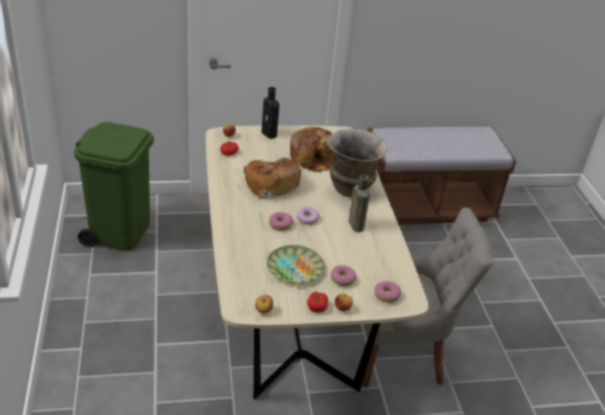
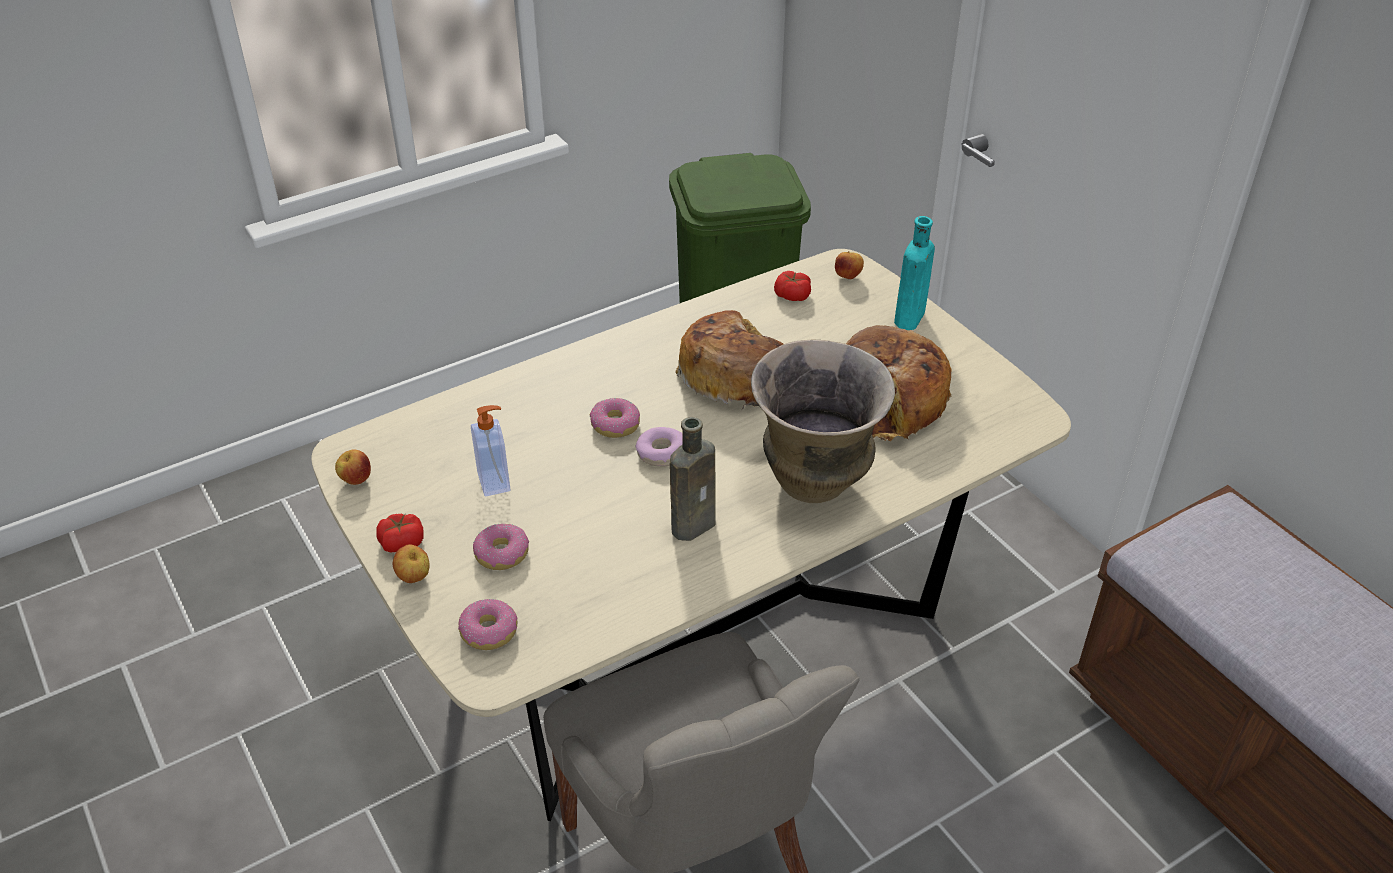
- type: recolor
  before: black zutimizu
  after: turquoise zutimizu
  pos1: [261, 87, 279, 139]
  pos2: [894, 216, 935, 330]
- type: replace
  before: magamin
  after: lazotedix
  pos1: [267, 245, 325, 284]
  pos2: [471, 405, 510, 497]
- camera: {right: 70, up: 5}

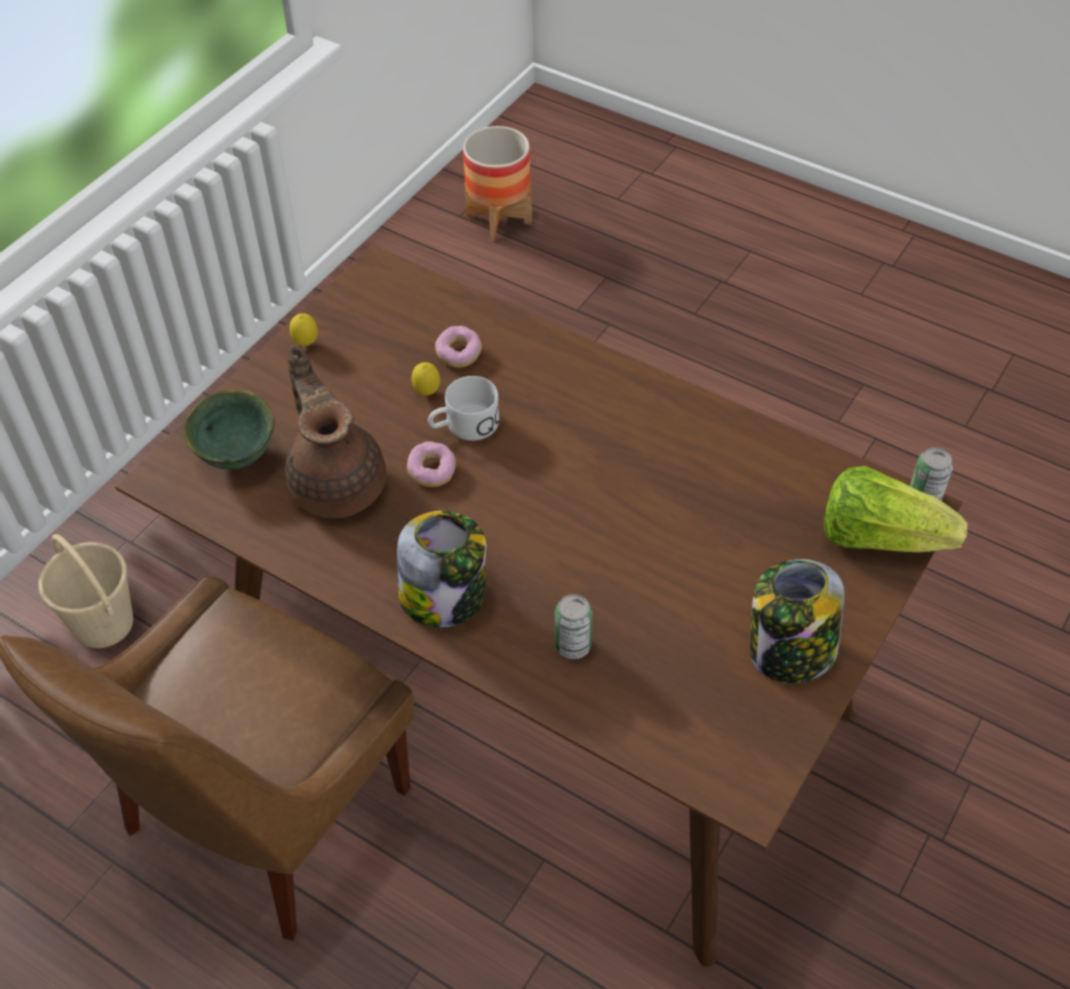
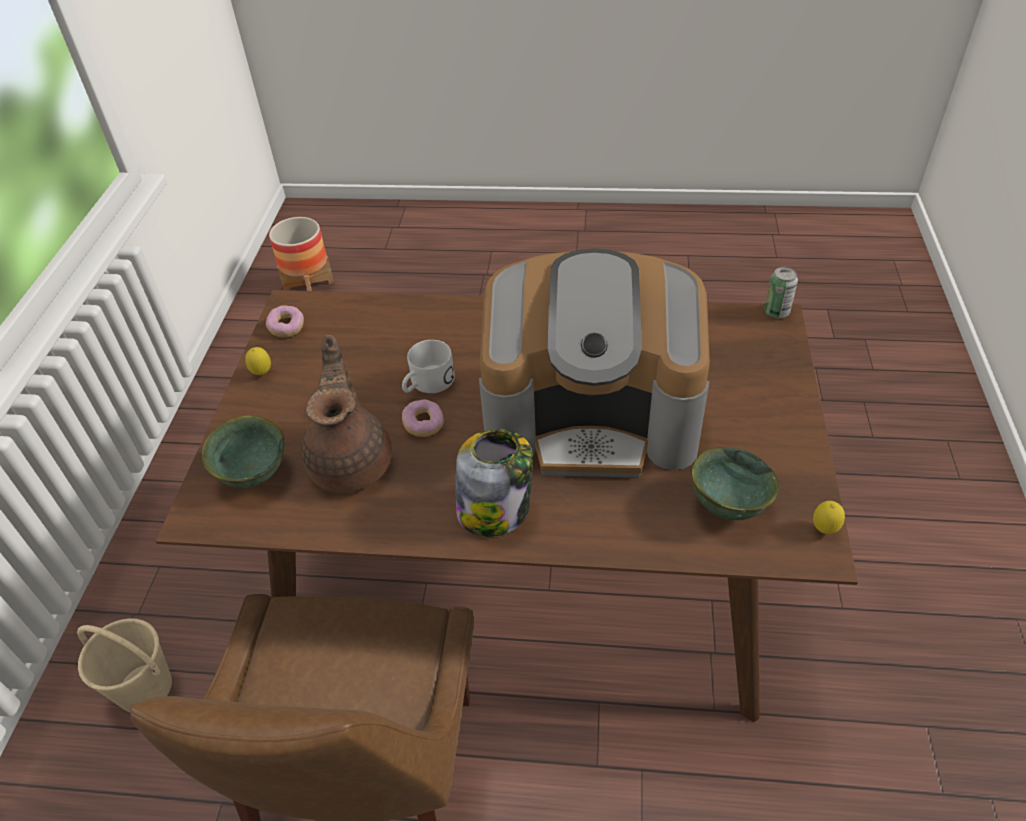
- type: rotate
  before: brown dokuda
  pos1: [285, 345, 386, 518]
  pos2: [301, 335, 392, 493]
  turn: 45
- type: move
  before: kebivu
  pos1: [412, 362, 440, 396]
  pos2: [813, 501, 845, 534]
- type: move
  before: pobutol
  pos1: [435, 326, 482, 368]
  pos2: [266, 305, 304, 338]
- type: delete
  before: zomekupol
  pos1: [555, 594, 593, 659]
- type: delete
  before: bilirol
  pos1: [750, 559, 845, 683]
- type: delete
  before: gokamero
  pos1: [824, 466, 968, 552]
- type: insert
  after: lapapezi
  pos2: [479, 248, 710, 477]
- type: insert
  after: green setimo
  pos2: [691, 447, 779, 520]
- camera: {right: -25, up: -5}

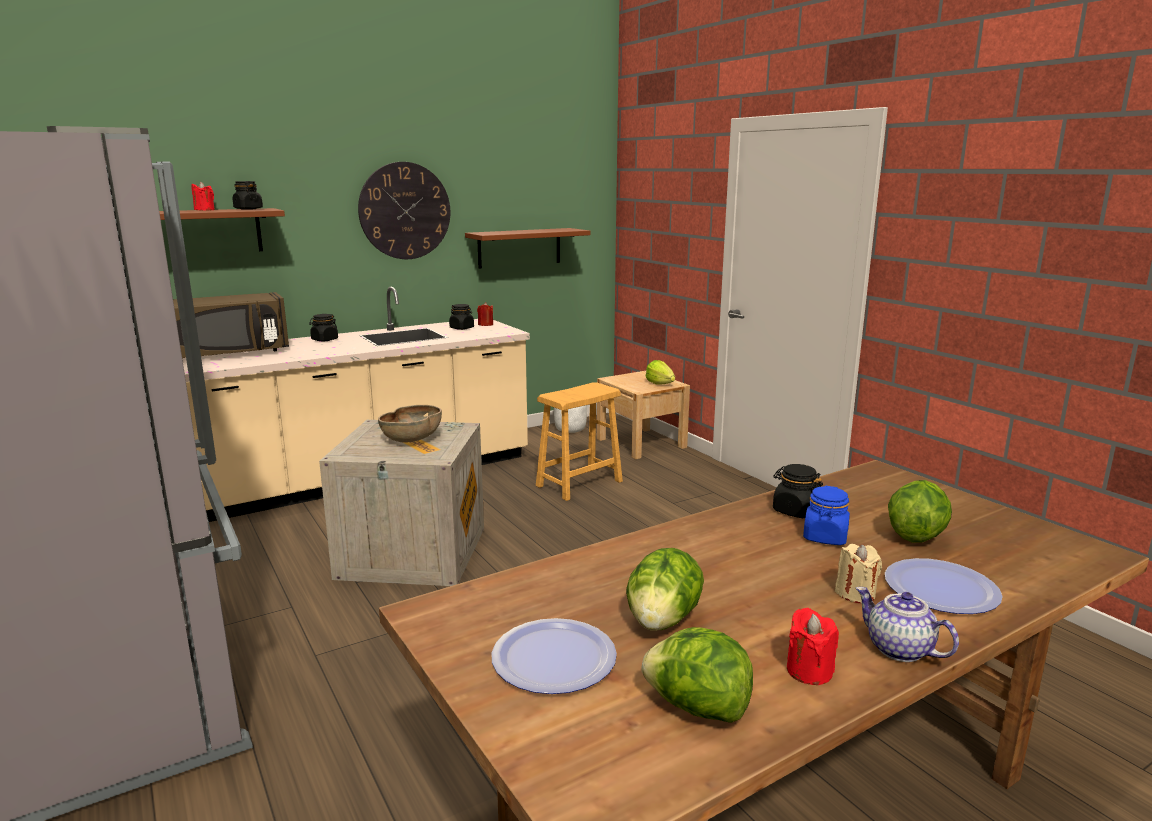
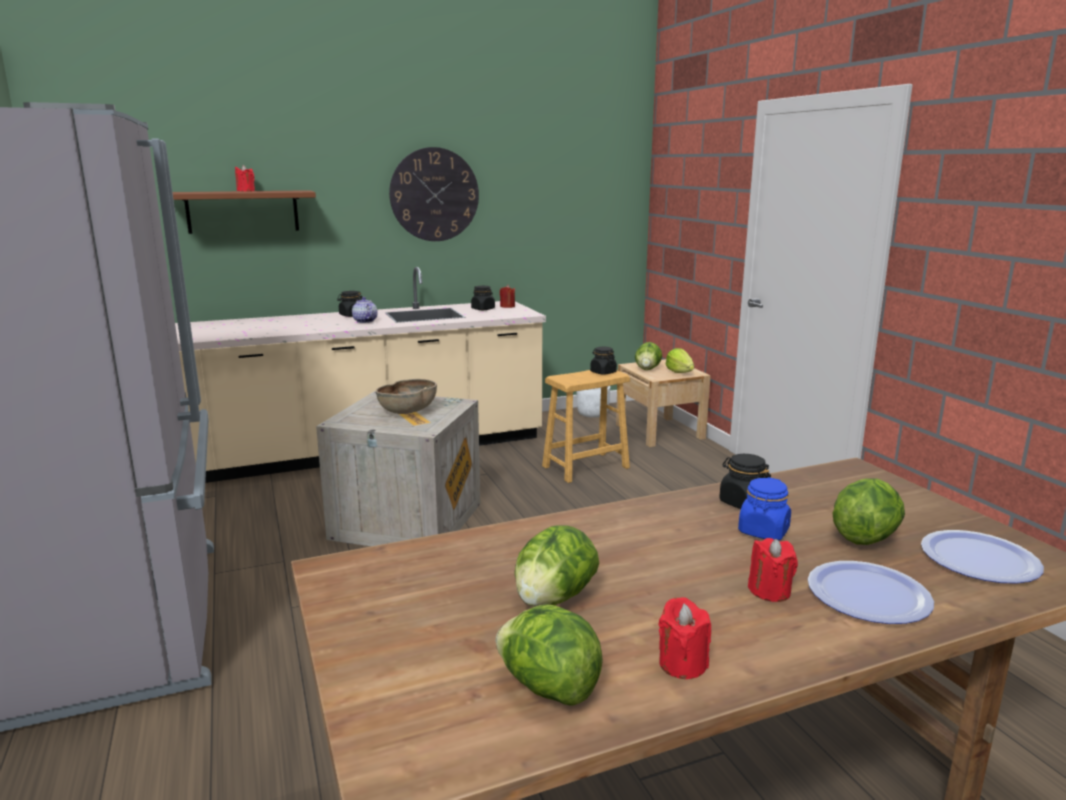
- type: delete
  before: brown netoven
  pos1: [173, 292, 289, 358]
- type: move
  before: black bilirol
  pos1: [233, 181, 263, 210]
  pos2: [590, 347, 617, 375]
- type: delete
  before: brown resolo
  pos1: [465, 228, 590, 269]
- type: move
  before: magamin
  pos1: [492, 618, 617, 694]
  pos2: [921, 530, 1044, 584]
- type: recolor
  before: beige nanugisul
  after: red nanugisul
  pos1: [835, 544, 882, 603]
  pos2: [748, 538, 798, 602]
- type: move
  before: dokuda
  pos1: [856, 587, 959, 662]
  pos2: [352, 297, 378, 323]
- type: insert
  after: gokamero
  pos2: [635, 342, 662, 370]
- camera: {right: 10, up: 0}

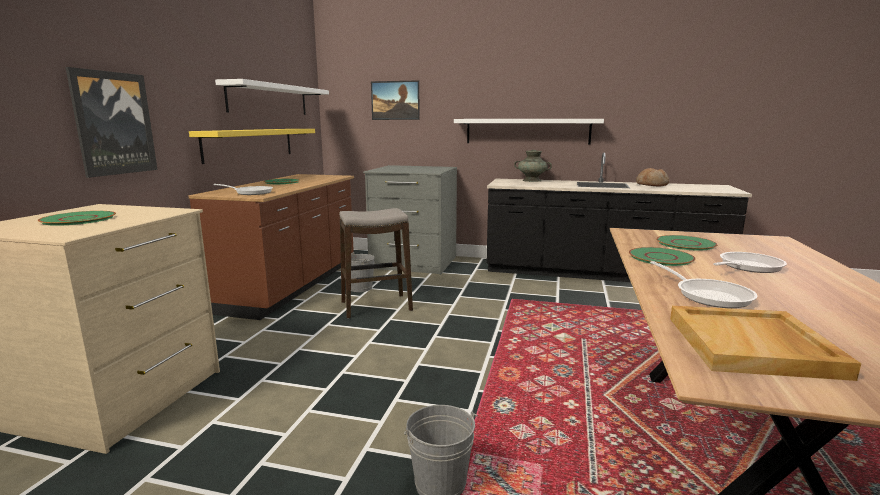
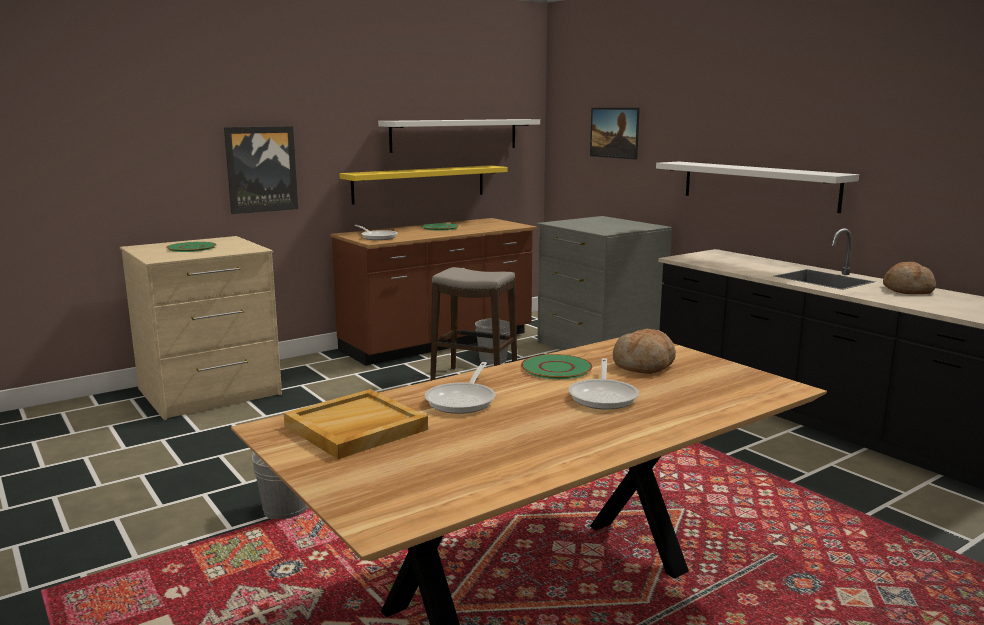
- type: delete
  before: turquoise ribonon
  pos1: [514, 150, 552, 182]
- type: replace
  before: green magamin
  after: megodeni
  pos1: [656, 235, 717, 251]
  pos2: [613, 329, 676, 374]
- type: rotate
  before: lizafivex
  pos1: [713, 252, 787, 273]
  pos2: [568, 358, 639, 410]
  turn: 90
- camera: {right: 40, up: 0}

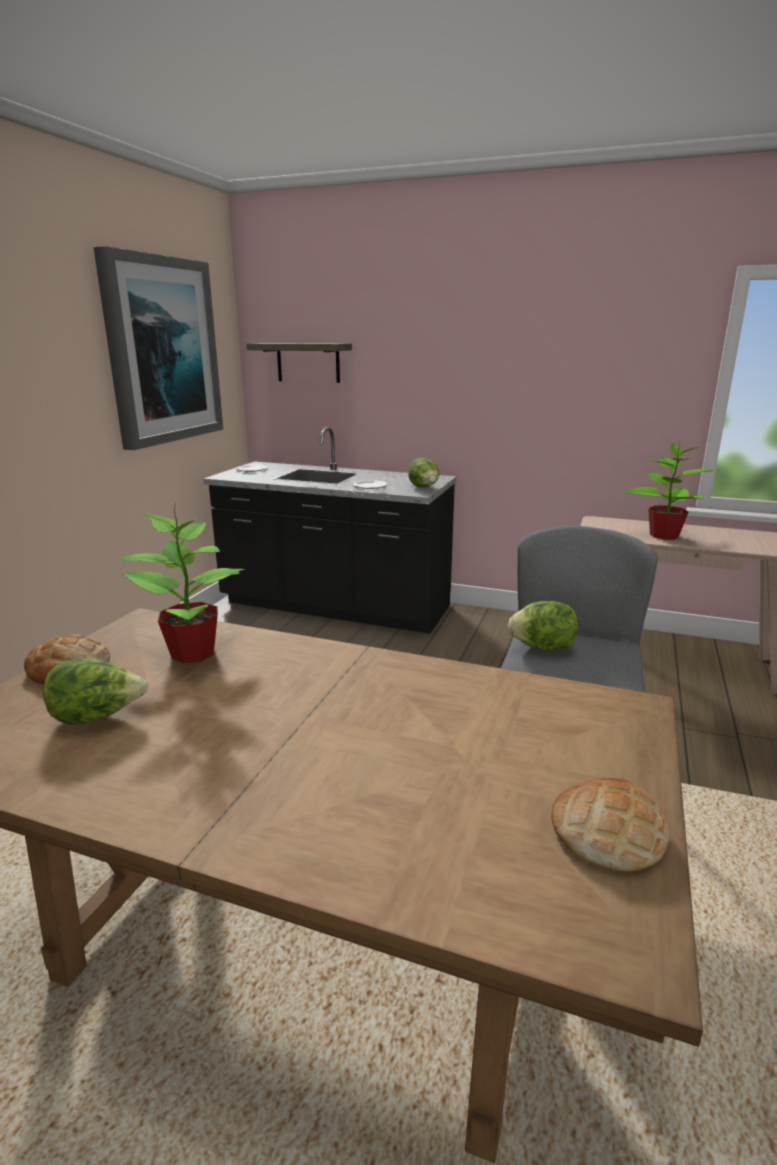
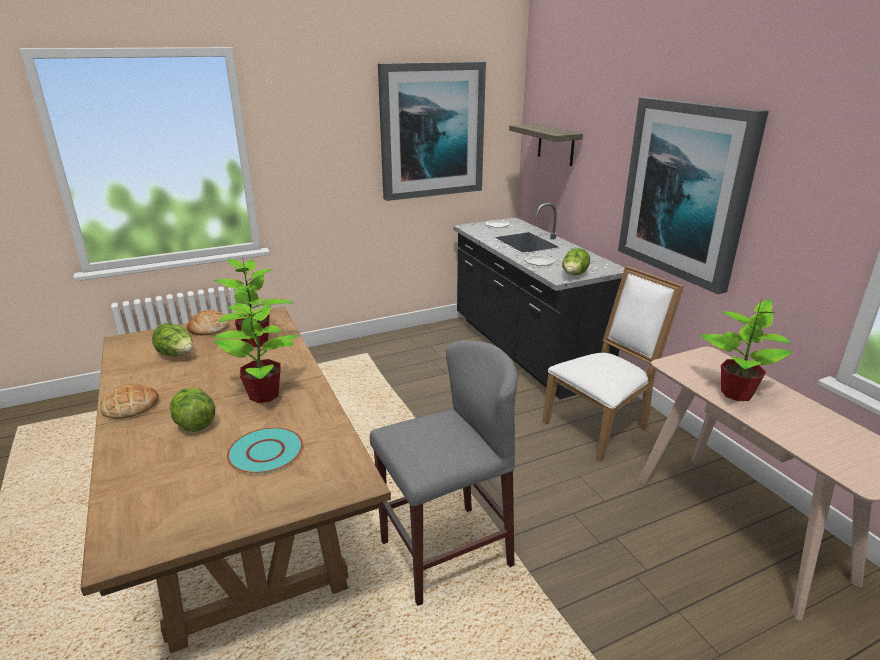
- type: move
  before: gokamero
  pos1: [508, 601, 578, 651]
  pos2: [170, 387, 215, 432]
- type: move
  before: megodeni
  pos1: [551, 777, 670, 872]
  pos2: [100, 384, 159, 419]
- type: insert
  after: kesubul
  pos2: [213, 298, 299, 403]
- type: insert
  after: turquoise magamin
  pos2: [227, 427, 303, 474]
- type: insert
  after: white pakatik
  pos2: [542, 266, 684, 461]
- type: insert
  after: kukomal
  pos2: [618, 97, 769, 294]
- camera: {right: 45, up: 5}

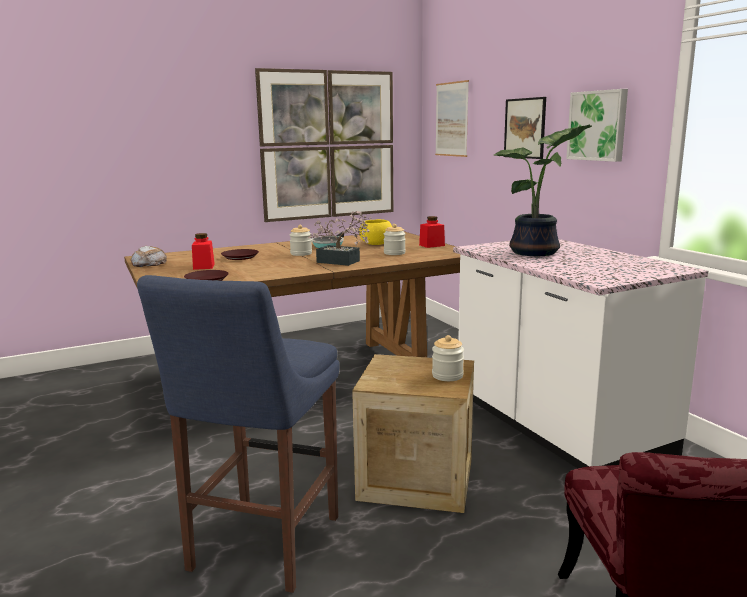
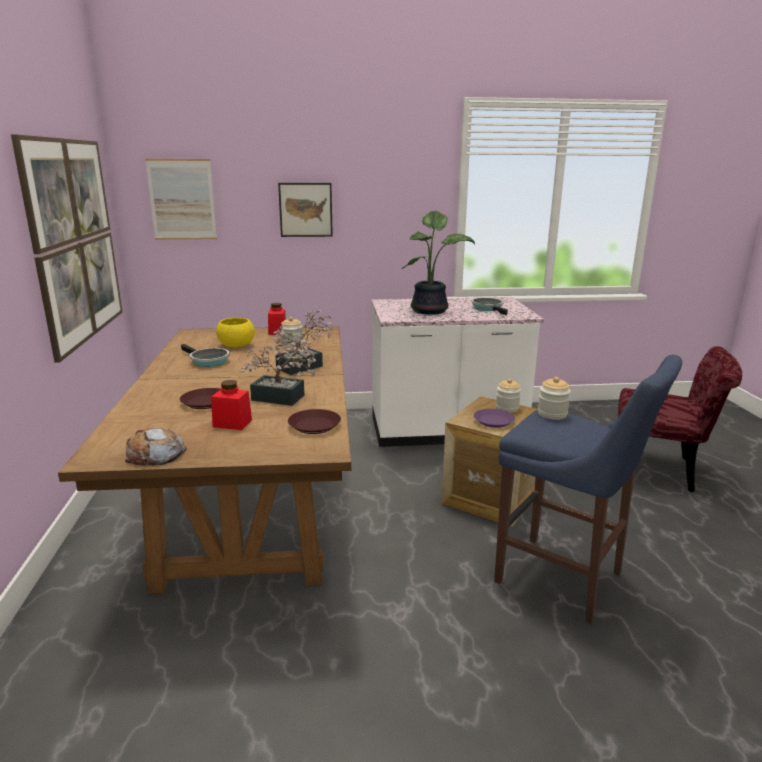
- type: move
  before: bilirol
  pos1: [290, 225, 312, 256]
  pos2: [538, 377, 571, 420]
- type: delete
  before: kukomal
  pos1: [566, 89, 628, 162]
- type: insert
  after: kesubul
  pos2: [239, 339, 318, 406]
- type: insert
  after: lizafivex
  pos2: [471, 298, 508, 315]
- type: insert
  after: purple magamin
  pos2: [474, 409, 515, 428]
- camera: {right: -70, up: 5}

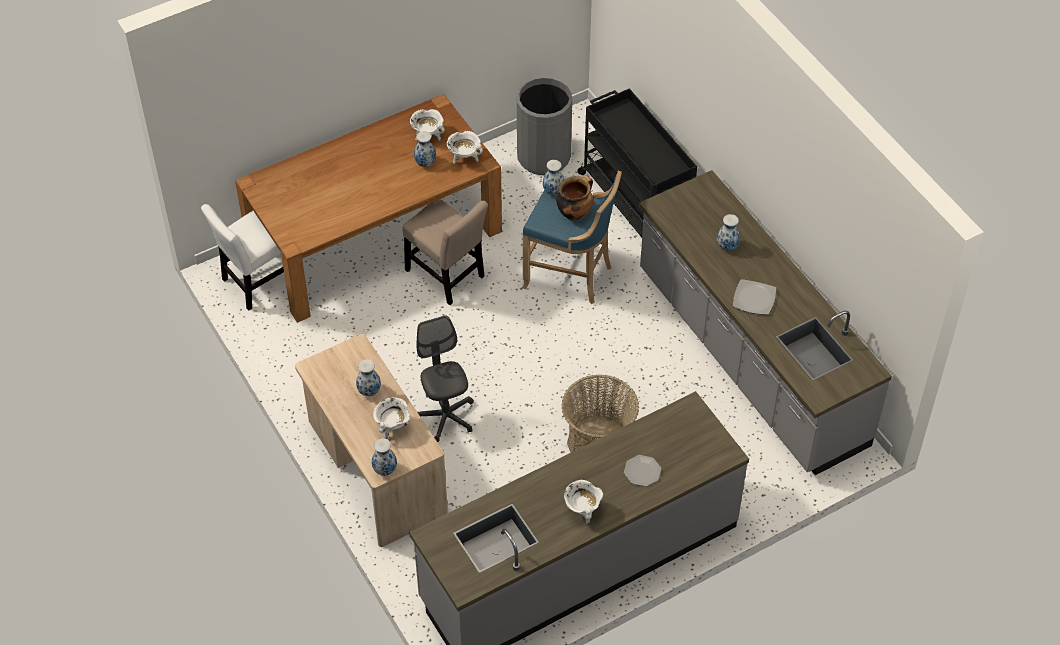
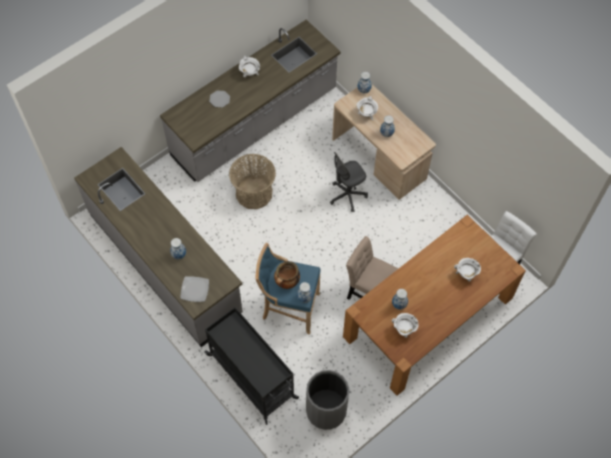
- type: rotate
  before: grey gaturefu
  pos1: [417, 315, 474, 442]
  pos2: [330, 152, 368, 212]
  turn: 90
- type: move
  before: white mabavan
  pos1: [447, 131, 483, 164]
  pos2: [454, 258, 481, 282]
- type: move
  before: magamin
  pos1: [733, 279, 776, 315]
  pos2: [181, 276, 209, 302]
- camera: {right: 170, up: 10}

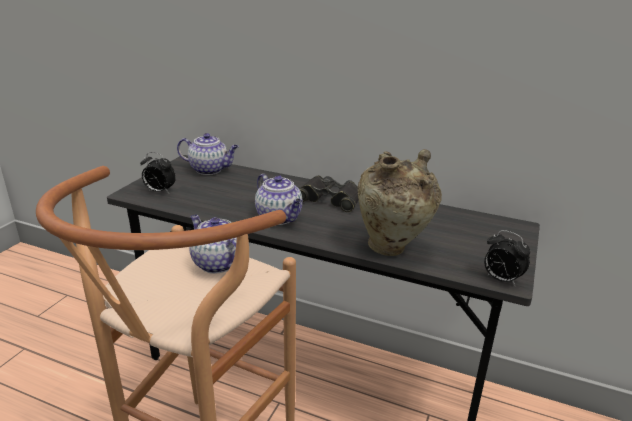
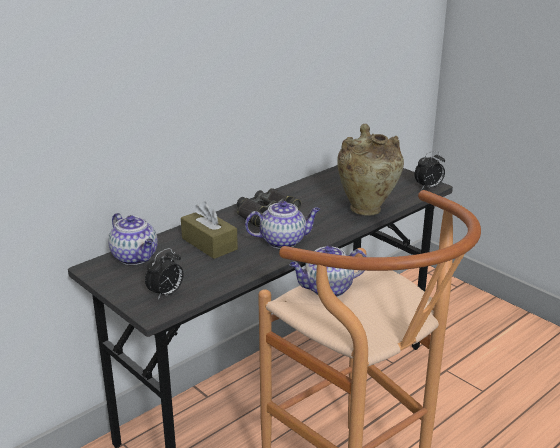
- type: rotate
  before: dokuda
  pos1: [177, 133, 239, 175]
  pos2: [108, 213, 158, 265]
  turn: 105
- type: insert
  after: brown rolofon
  pos2: [181, 202, 238, 259]
- camera: {right: -65, up: 0}

